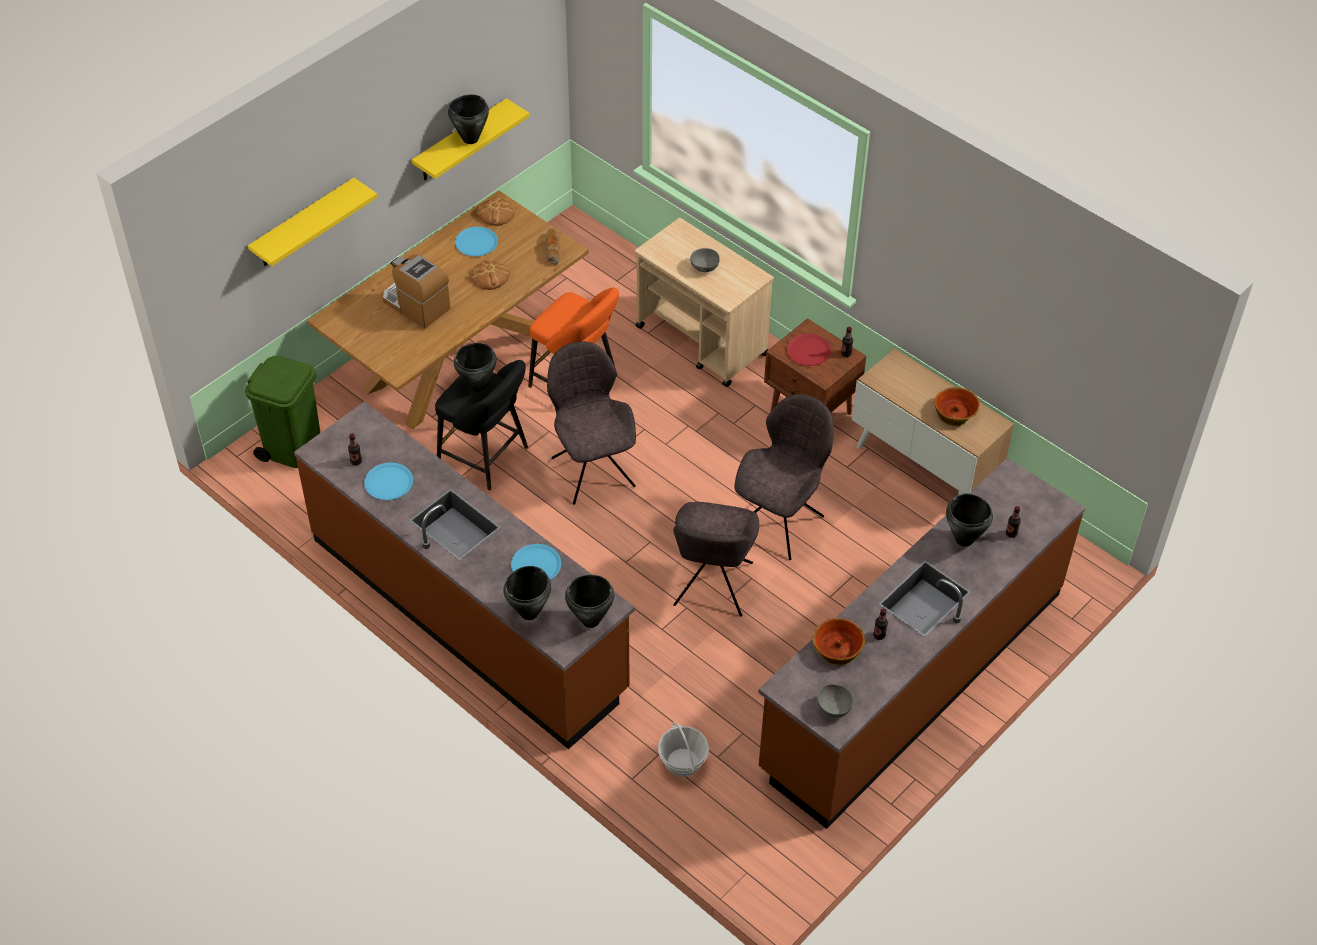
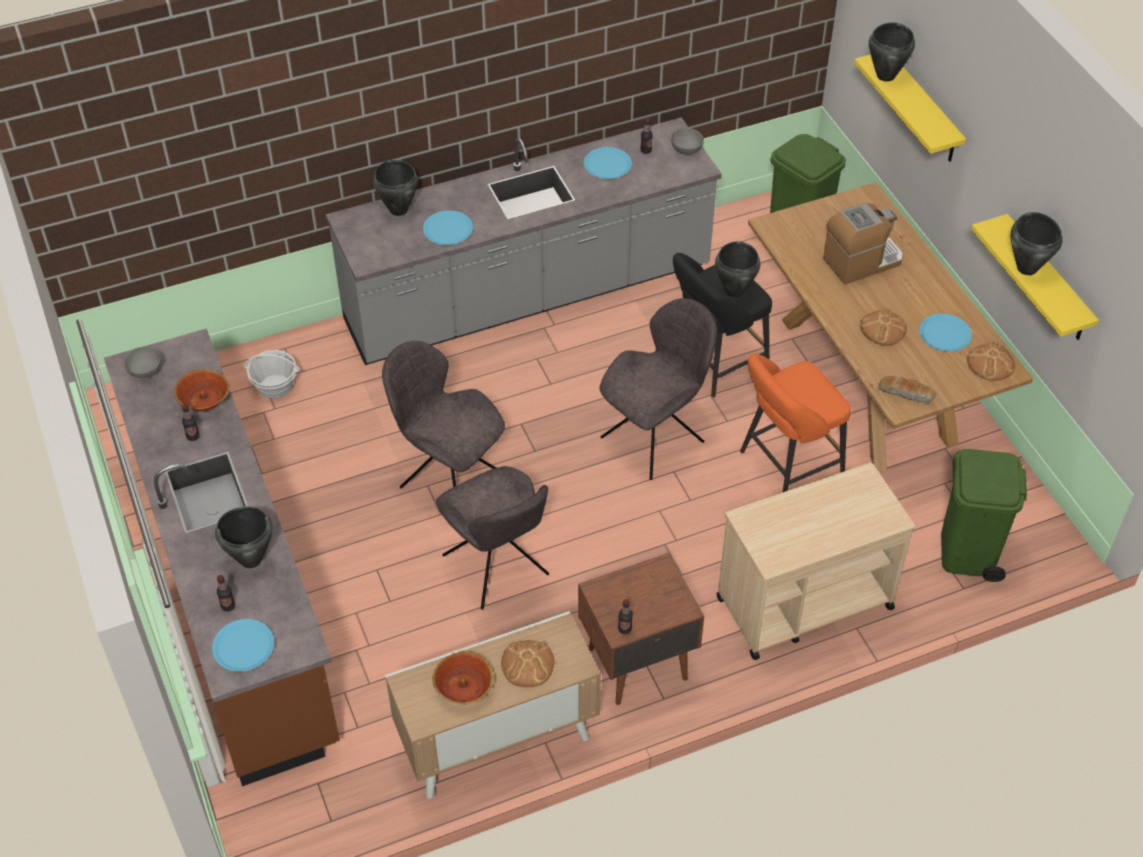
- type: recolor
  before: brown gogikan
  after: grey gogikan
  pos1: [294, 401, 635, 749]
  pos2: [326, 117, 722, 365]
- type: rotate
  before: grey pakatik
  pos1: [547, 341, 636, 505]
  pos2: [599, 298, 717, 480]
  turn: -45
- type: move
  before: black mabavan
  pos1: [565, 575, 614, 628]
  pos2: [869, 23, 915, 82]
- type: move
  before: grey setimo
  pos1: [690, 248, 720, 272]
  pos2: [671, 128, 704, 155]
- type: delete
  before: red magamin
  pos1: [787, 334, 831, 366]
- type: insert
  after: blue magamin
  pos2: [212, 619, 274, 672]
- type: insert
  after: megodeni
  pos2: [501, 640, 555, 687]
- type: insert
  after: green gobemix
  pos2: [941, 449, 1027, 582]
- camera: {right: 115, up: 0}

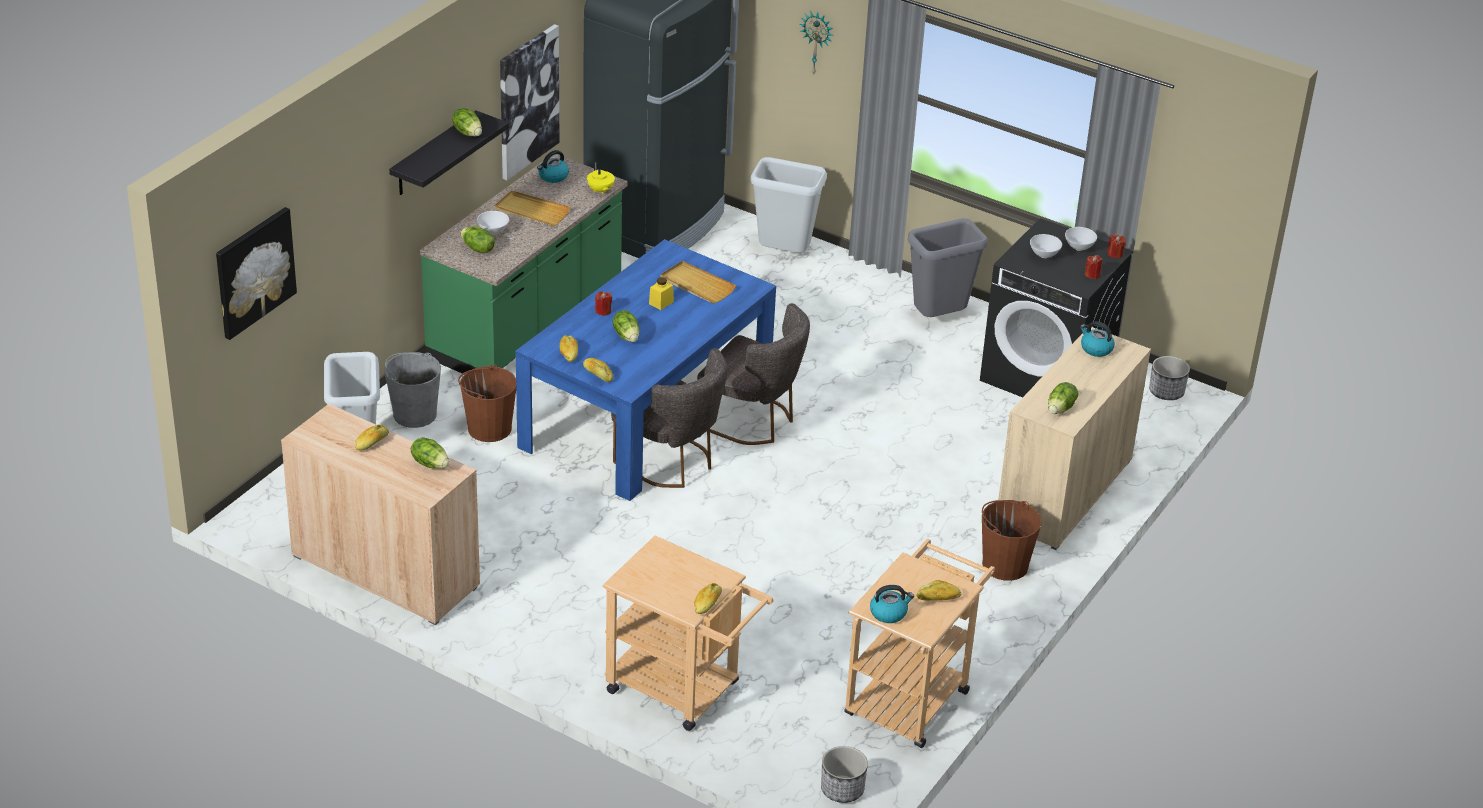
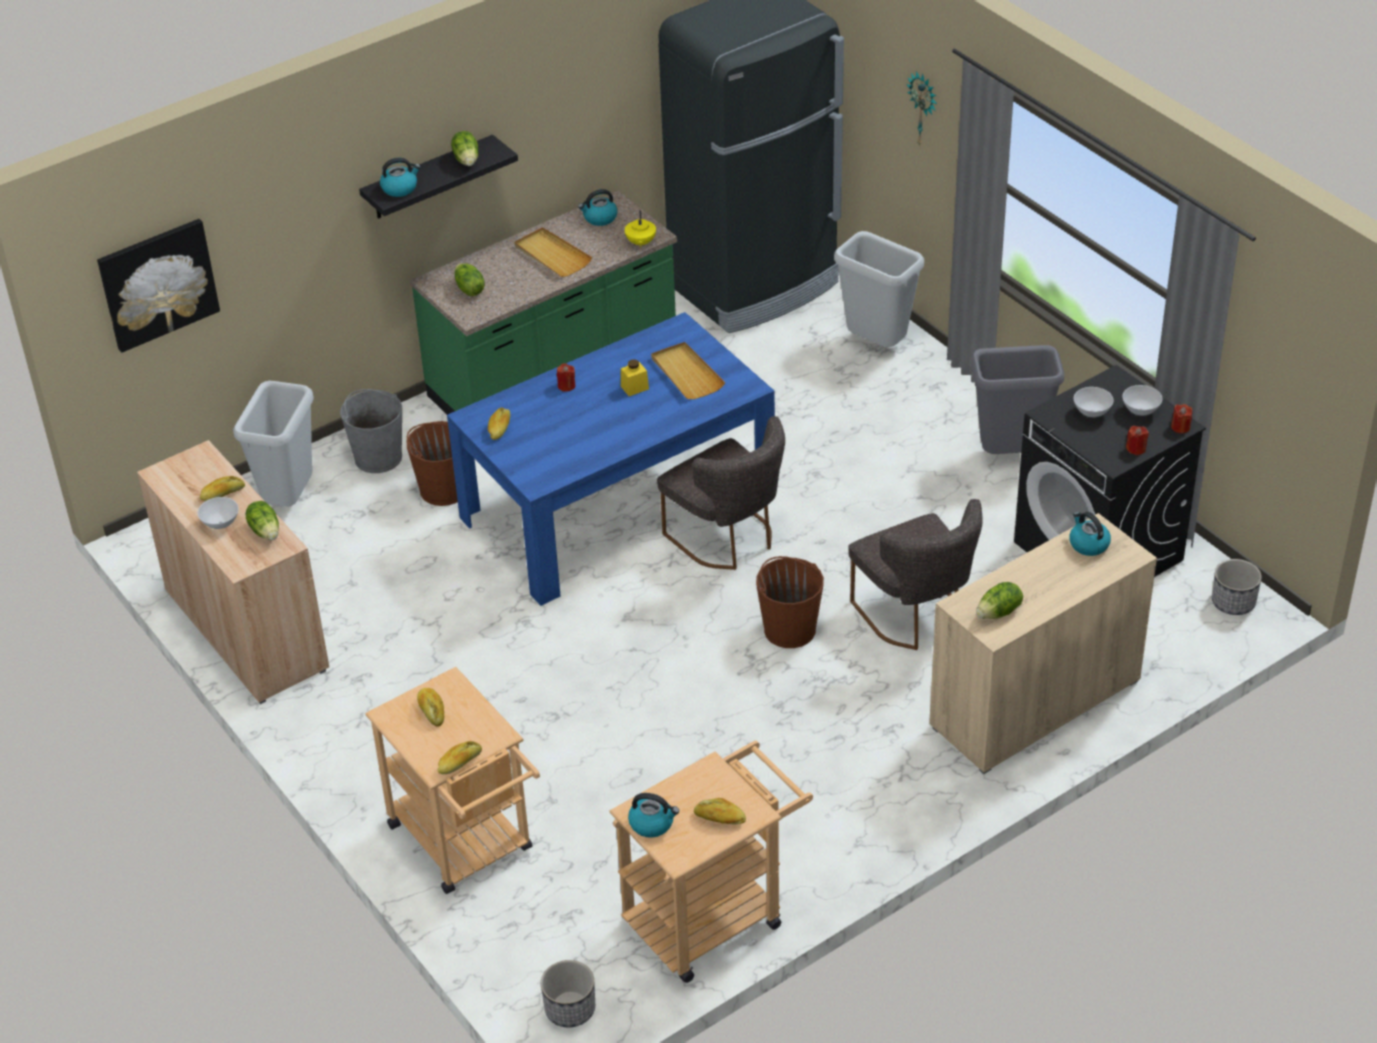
- type: move
  before: white setimo
  pos1: [477, 211, 509, 235]
  pos2: [198, 497, 239, 529]
- type: delete
  before: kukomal
  pos1: [500, 24, 559, 180]
- type: move
  before: megodeni
  pos1: [583, 358, 613, 382]
  pos2: [417, 688, 444, 727]
- type: move
  before: grey pakatik
  pos1: [611, 348, 728, 488]
  pos2: [848, 499, 983, 650]
- type: delete
  before: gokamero
  pos1: [613, 310, 639, 342]
- type: move
  before: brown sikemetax
  pos1: [982, 500, 1042, 581]
  pos2: [756, 556, 824, 648]
- type: insert
  after: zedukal
  pos2: [380, 158, 421, 197]
- camera: {right: 25, up: 5}

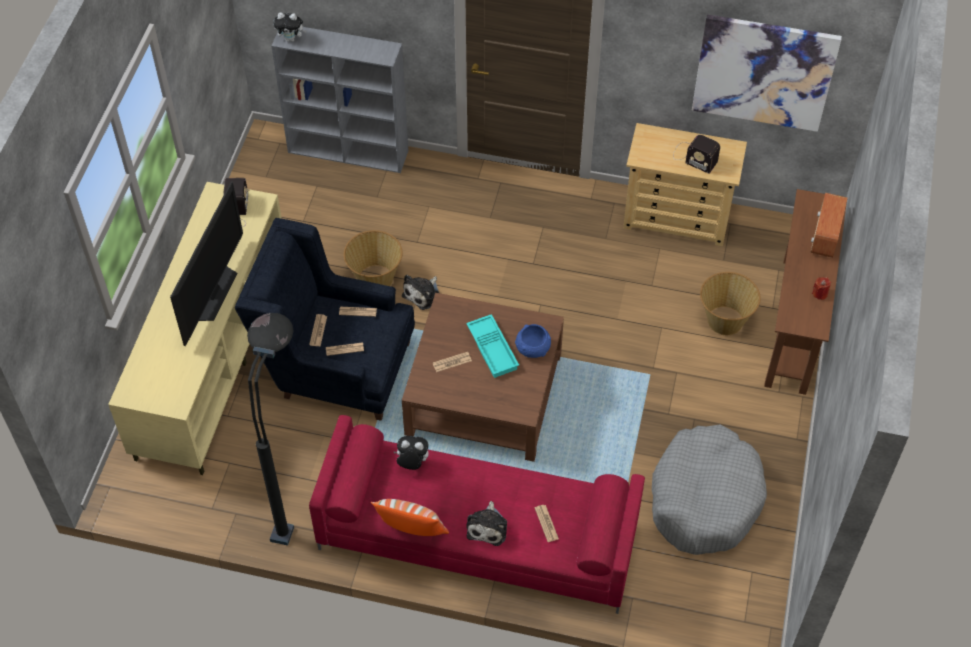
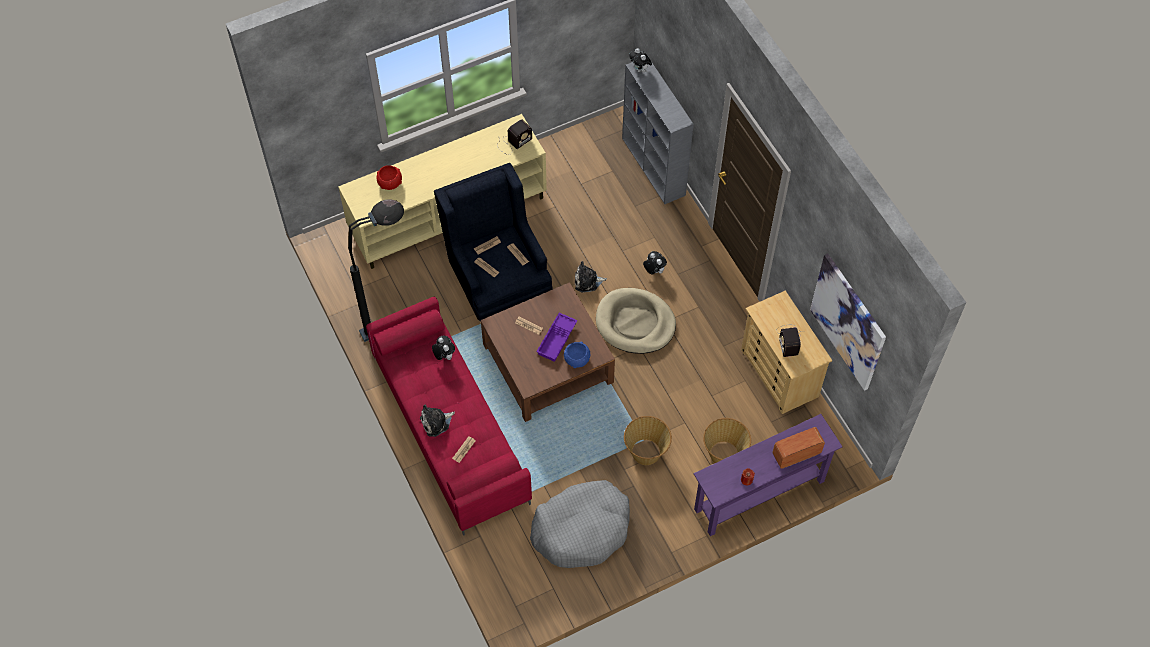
- type: delete
  before: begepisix
  pos1: [170, 181, 243, 346]
- type: move
  before: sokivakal
  pos1: [344, 230, 403, 286]
  pos2: [624, 416, 672, 465]
- type: delete
  before: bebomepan
  pos1: [371, 499, 449, 536]
- type: recolor
  before: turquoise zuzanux
  after: purple zuzanux
  pos1: [466, 314, 519, 378]
  pos2: [536, 313, 578, 362]
- type: recolor
  before: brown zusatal
  after: purple zusatal
  pos1: [764, 189, 847, 395]
  pos2: [694, 414, 843, 536]
- type: insert
  after: red setimo
  pos2: [377, 165, 402, 190]
- type: insert
  after: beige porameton
  pos2: [596, 288, 676, 354]
- type: insert
  after: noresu
  pos2: [643, 251, 667, 275]
- camera: {right: 50, up: 5}

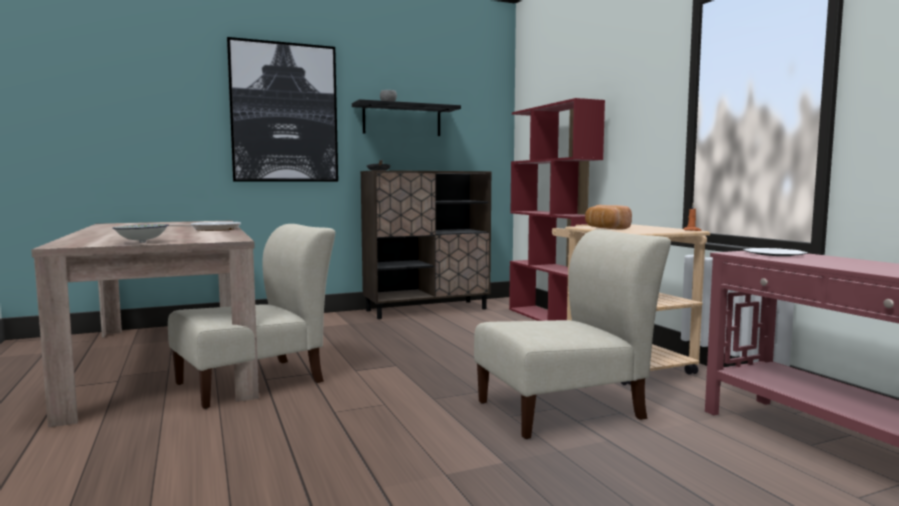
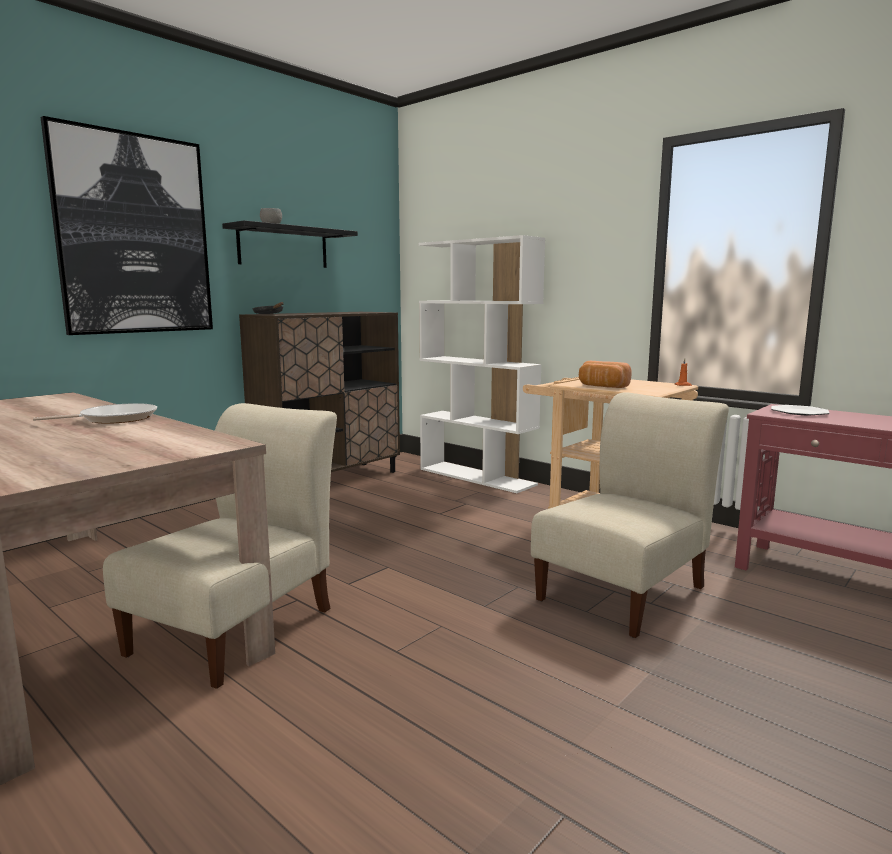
- type: delete
  before: setimo
  pos1: [112, 224, 169, 243]
- type: recolor
  before: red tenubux
  after: white tenubux
  pos1: [509, 98, 605, 321]
  pos2: [419, 235, 545, 493]
- camera: {right: -25, up: 5}

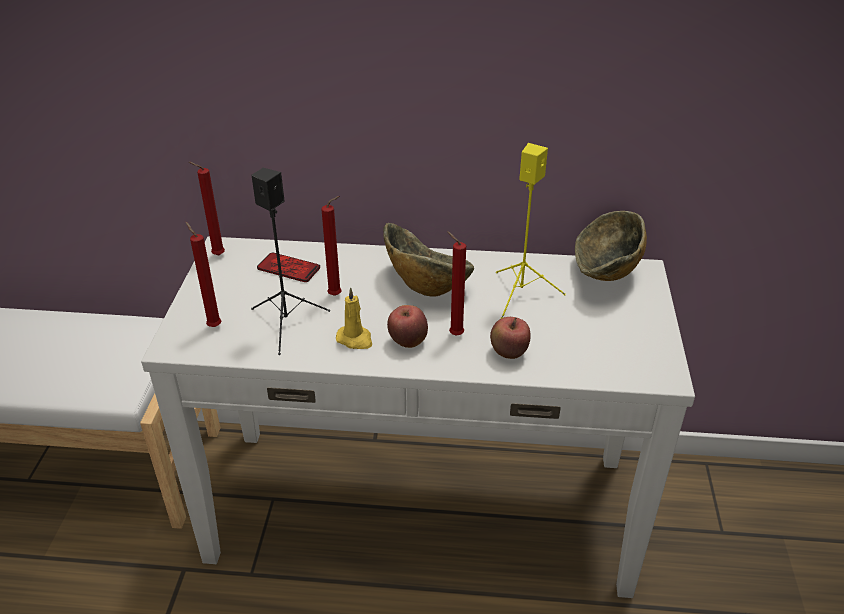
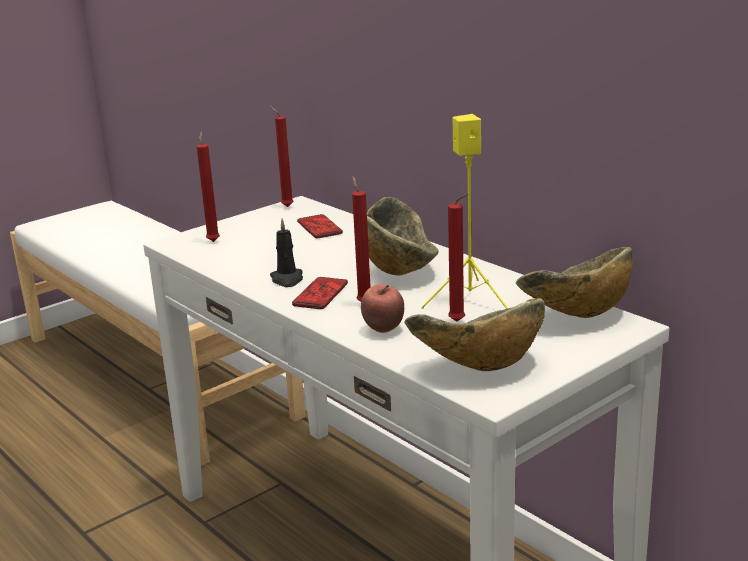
- type: delete
  before: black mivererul
  pos1: [251, 168, 330, 355]
- type: move
  before: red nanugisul
  pos1: [321, 196, 342, 296]
  pos2: [448, 194, 469, 322]
- type: recolor
  before: yellow nanugisul
  after: black nanugisul
  pos1: [336, 287, 372, 349]
  pos2: [270, 218, 303, 287]
- type: replace
  before: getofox
  after: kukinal
  pos1: [387, 305, 428, 348]
  pos2: [292, 277, 348, 309]
- type: insert
  after: setimo
  pos2: [404, 298, 545, 371]
- camera: {right: 45, up: -15}

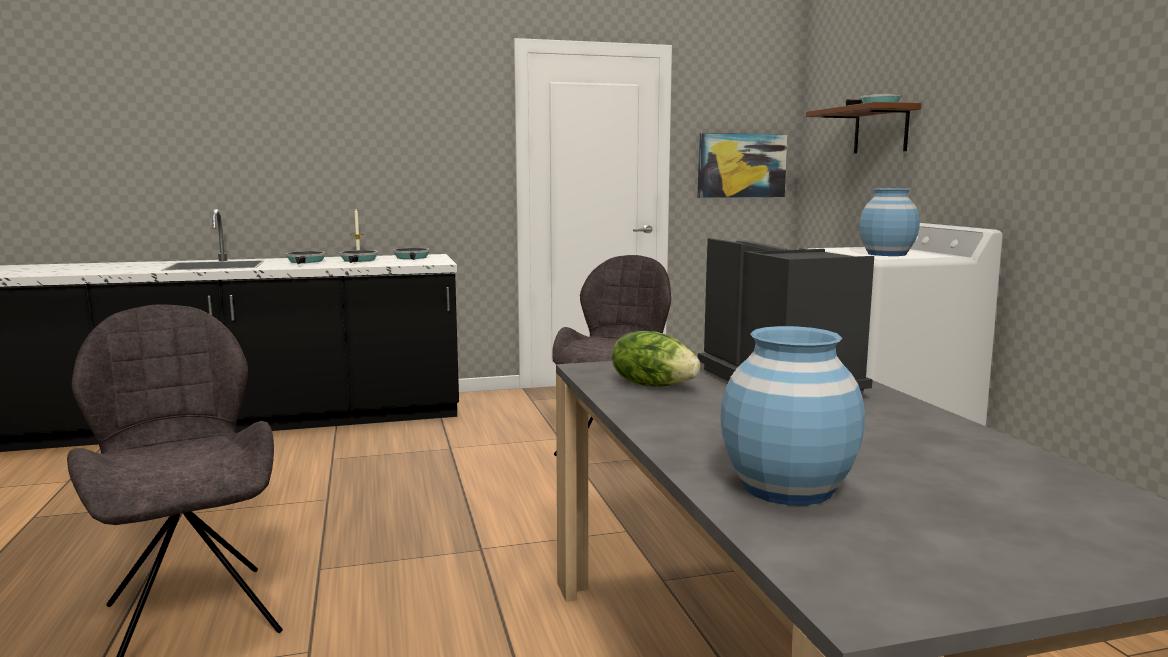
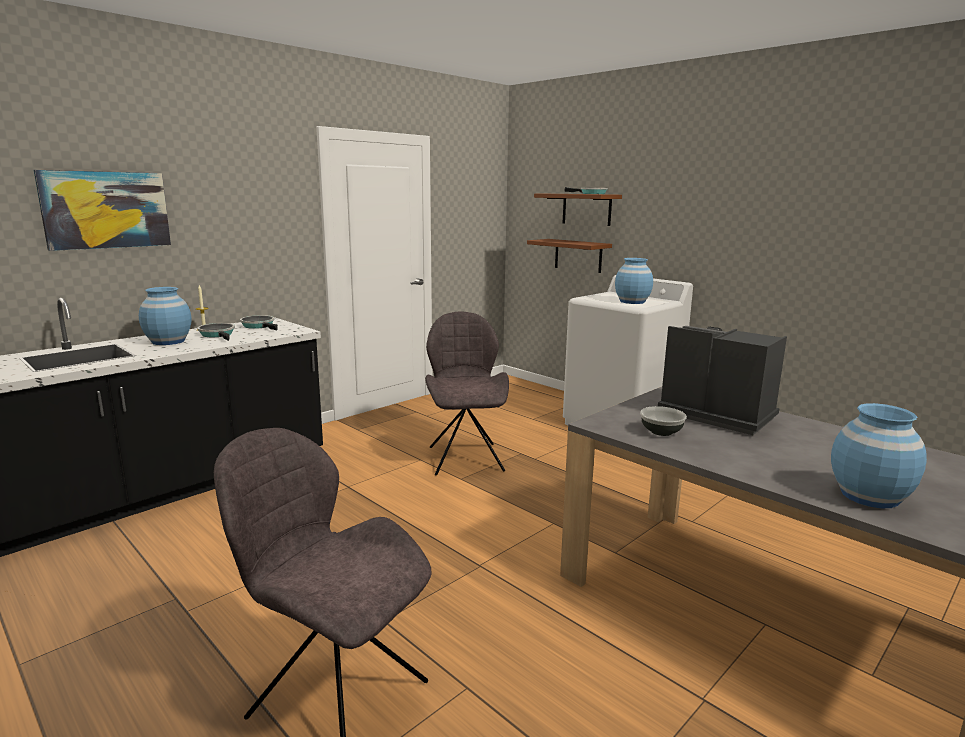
- type: replace
  before: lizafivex
  after: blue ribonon
  pos1: [286, 251, 326, 264]
  pos2: [139, 287, 191, 345]
- type: replace
  before: gokamero
  after: setimo
  pos1: [612, 331, 700, 387]
  pos2: [640, 406, 687, 436]
- type: move
  before: kukomal
  pos1: [698, 133, 788, 198]
  pos2: [34, 170, 171, 251]
- type: insert
  after: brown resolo
  pos2: [527, 239, 612, 273]
- camera: {right: -30, up: 5}

